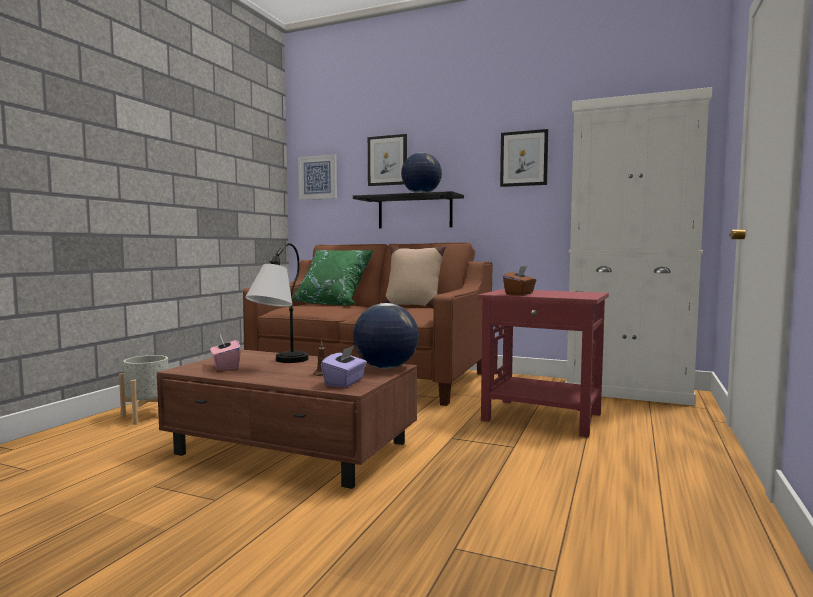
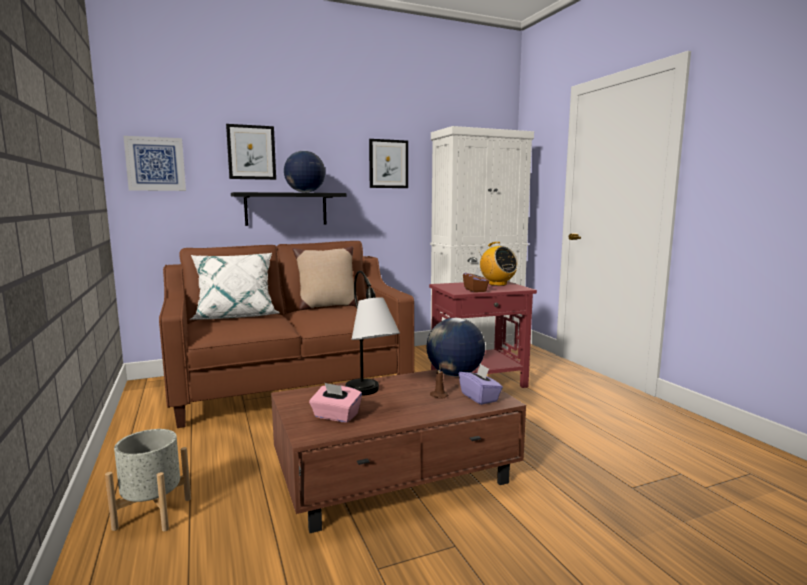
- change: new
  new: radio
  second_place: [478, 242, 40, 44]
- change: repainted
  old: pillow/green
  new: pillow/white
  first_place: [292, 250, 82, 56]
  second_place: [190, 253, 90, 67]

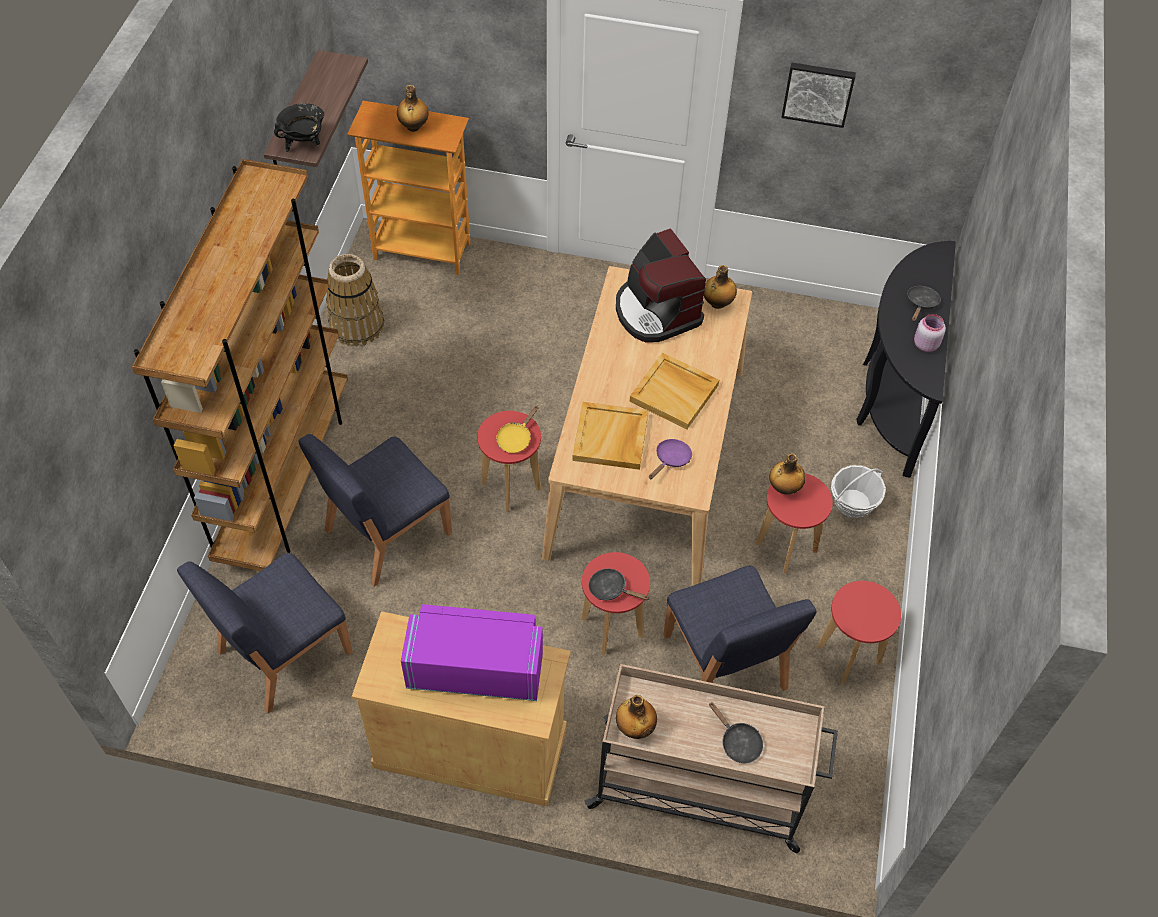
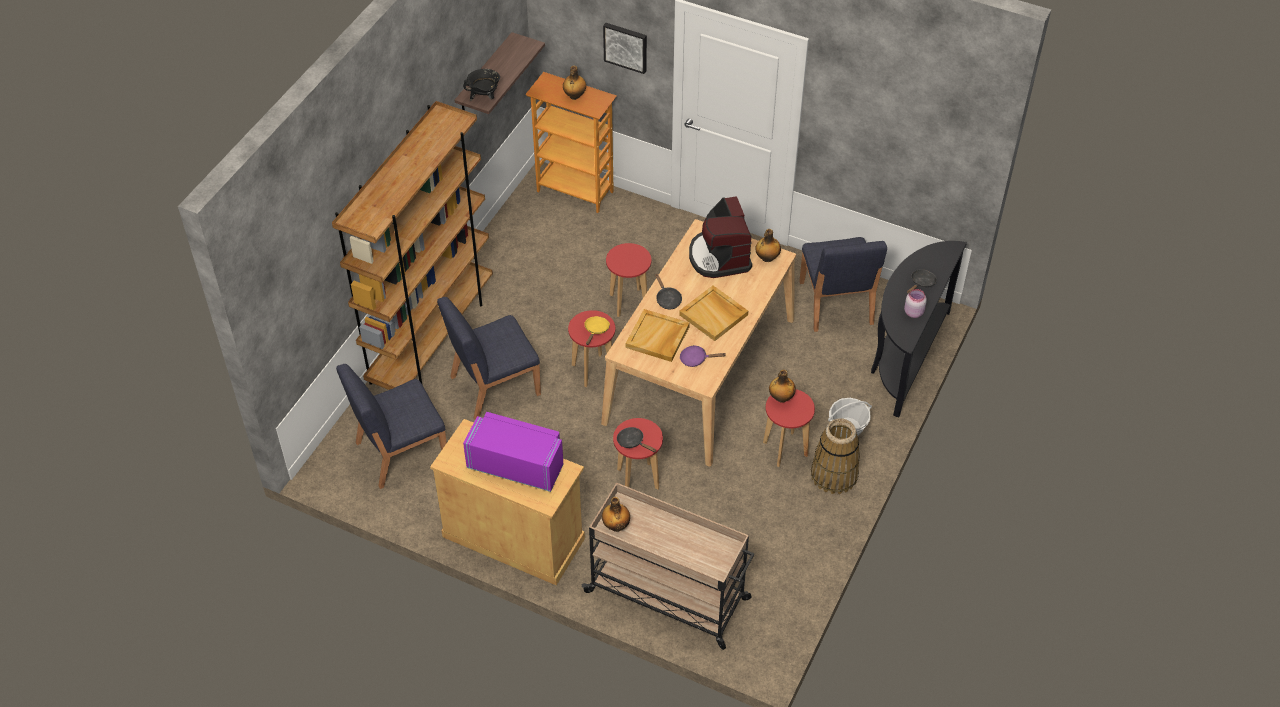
- change: shifted
  old: basket
  first_place: [326, 254, 58, 93]
  second_place: [811, 418, 49, 76]
- change: shifted
  old: chair/blue
  first_place: [663, 566, 153, 125]
  second_place: [799, 237, 88, 95]
- change: shifted
  old: frying pan/black
  first_place: [709, 702, 54, 62]
  second_place: [655, 273, 27, 37]
- change: shifted
  old: picture
  first_place: [781, 63, 75, 65]
  second_place: [603, 23, 44, 51]
- change: shifted
  old: stool/red
  first_place: [817, 581, 84, 103]
  second_place: [606, 243, 45, 74]
- change: rotated
  old: frying pan/yellow
  first_place: [496, 405, 43, 48]
  second_place: [584, 316, 26, 29]
  degrees: 150
- change: rotated
  old: frying pan/purple
  first_place: [649, 439, 43, 40]
  second_place: [680, 345, 46, 22]
  degrees: -135

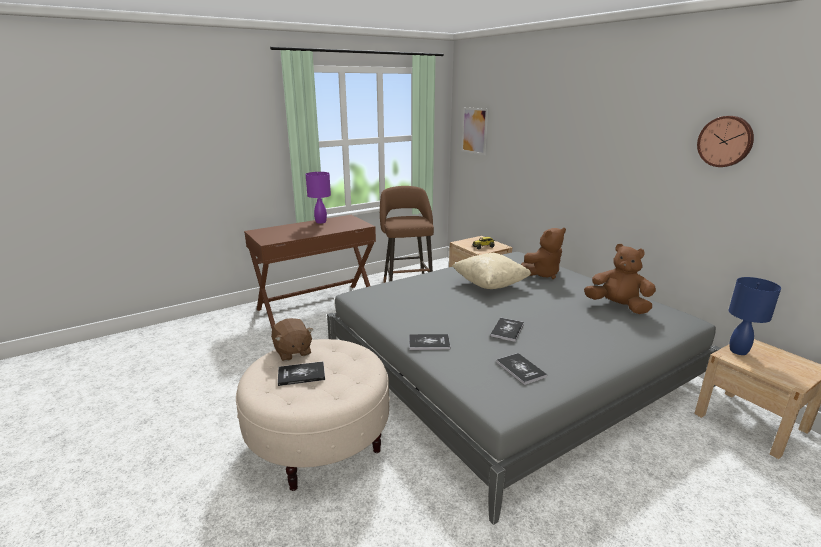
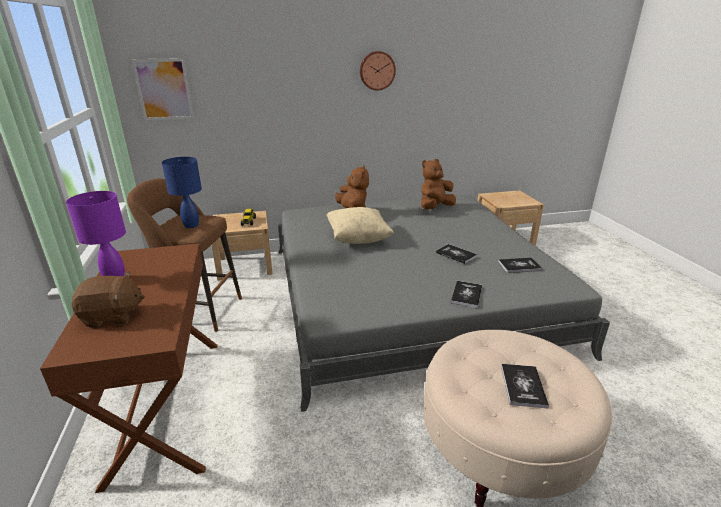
- change: shifted
  old: plush toy/brown
  first_place: [271, 318, 42, 43]
  second_place: [72, 272, 73, 56]
- change: shifted
  old: wall clock
  first_place: [697, 116, 57, 51]
  second_place: [360, 51, 36, 40]
- change: shifted
  old: table lamp/blue
  first_place: [728, 277, 53, 78]
  second_place: [162, 157, 40, 71]

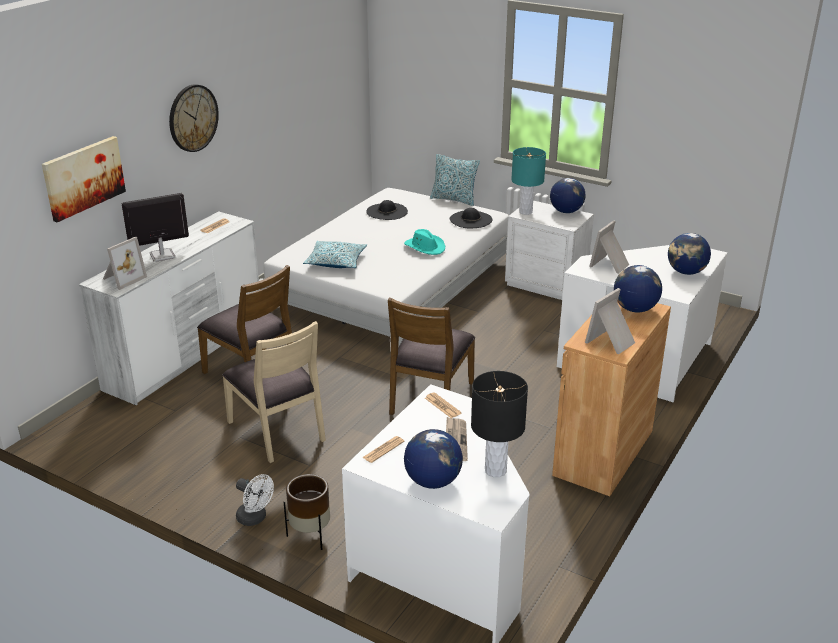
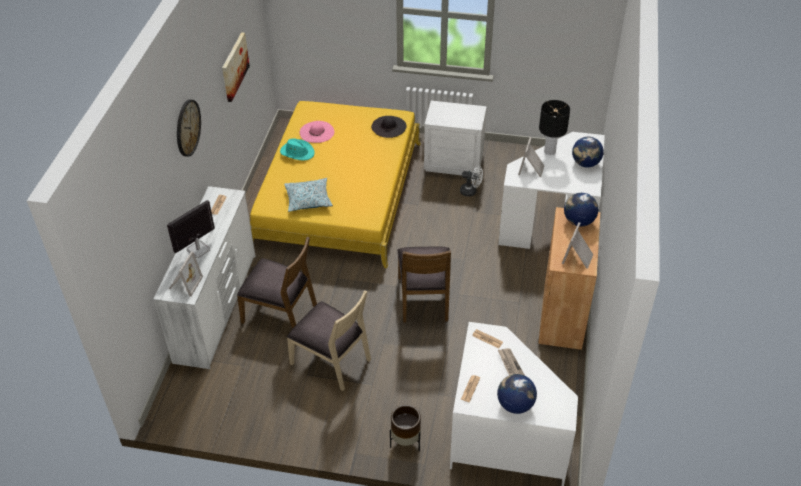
- change: gone
  old: pillow
  first_place: [430, 154, 50, 52]
- change: gone
  old: table lamp/turquoise
  first_place: [511, 147, 35, 68]
- change: gone
  old: globe
  first_place: [550, 178, 35, 35]
- change: shifted
  old: picture
  first_place: [42, 136, 84, 86]
  second_place: [222, 32, 28, 70]
- change: shifted
  old: fan/white
  first_place: [236, 474, 38, 52]
  second_place: [460, 166, 23, 31]
- change: shifted
  old: hat/turquoise
  first_place: [404, 229, 41, 26]
  second_place: [280, 138, 35, 22]
- change: shifted
  old: table lamp/black
  first_place: [471, 371, 57, 106]
  second_place: [539, 100, 31, 55]
- change: repainted
  old: bed/white
  new: bed/yellow
  first_place: [259, 188, 250, 159]
  second_place: [250, 101, 171, 167]
- change: repainted
  old: hat/black
  new: hat/pink
  first_place: [366, 200, 42, 20]
  second_place: [300, 121, 34, 22]

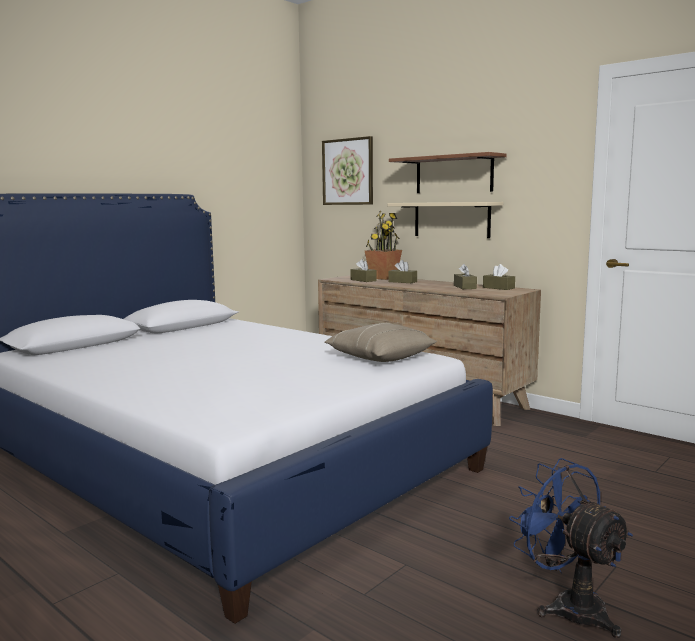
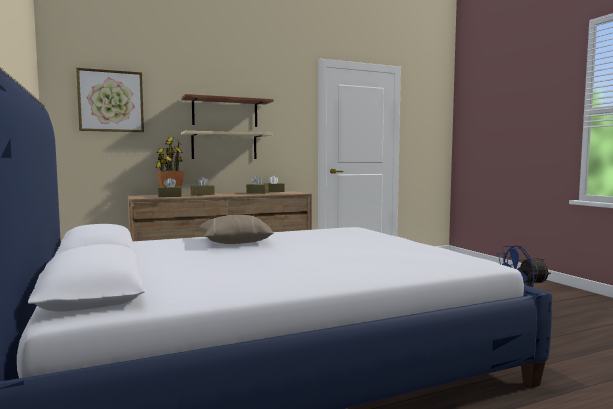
- change: shifted
  old: pillow/beige
  first_place: [324, 323, 113, 39]
  second_place: [199, 215, 74, 29]

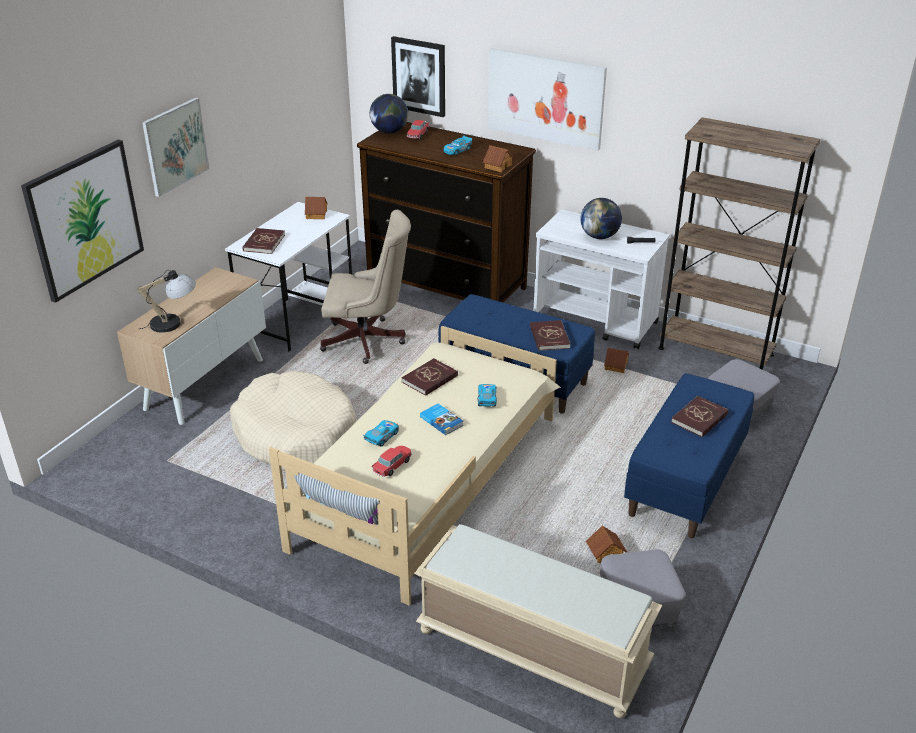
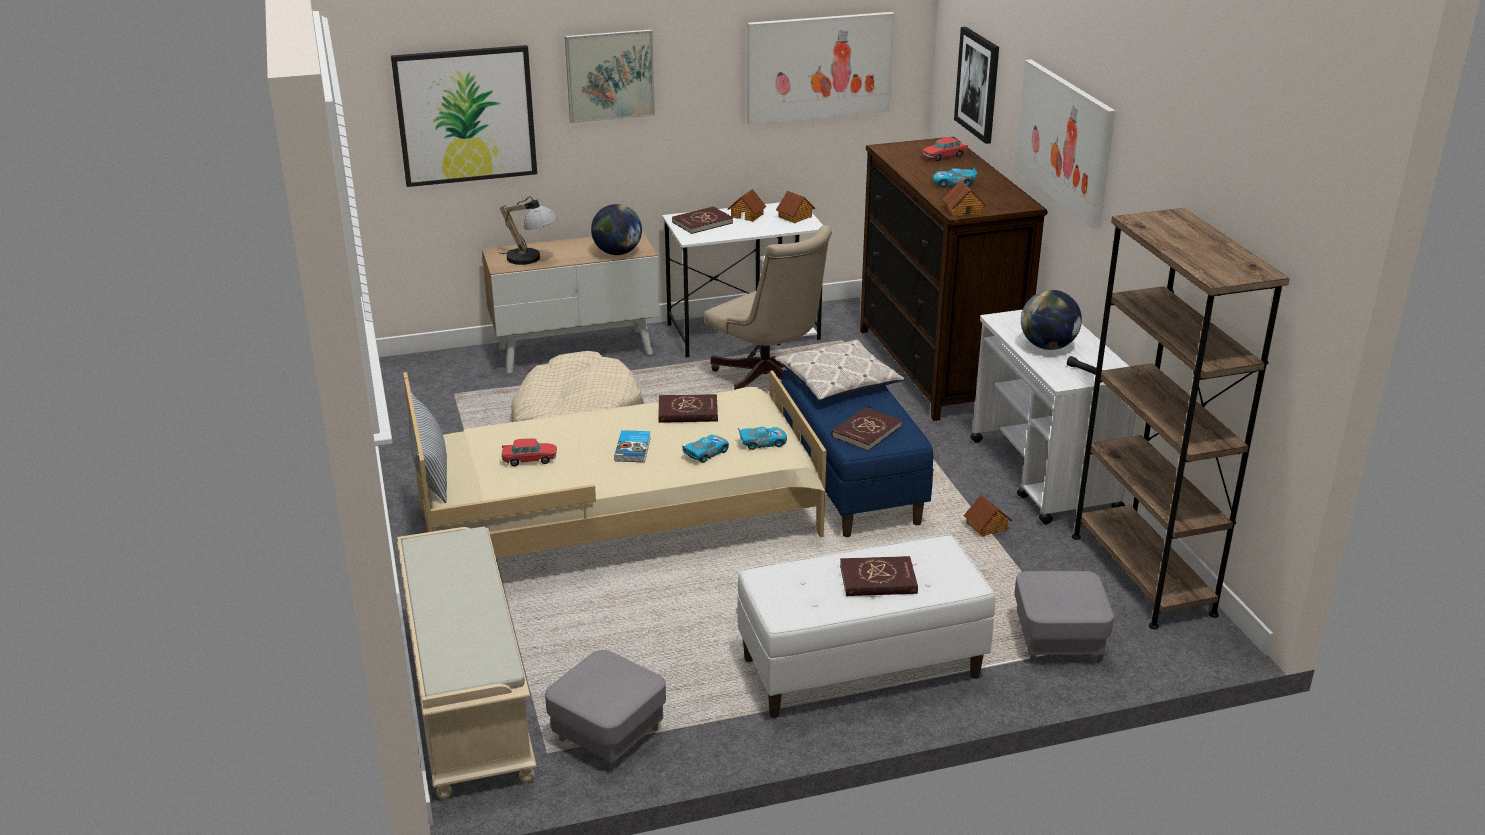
- change: new
  new: picture
  second_place: [747, 12, 148, 113]
- change: new
  new: pillow
  second_place: [775, 339, 130, 62]
- change: shifted
  old: toy car
  first_place: [363, 420, 36, 26]
  second_place: [738, 427, 49, 23]
- change: shifted
  old: globe
  first_place: [370, 94, 38, 39]
  second_place: [591, 204, 51, 51]
- change: shifted
  old: toy house
  first_place: [586, 525, 41, 38]
  second_place: [728, 189, 39, 33]
- change: repainted
  old: bench/blue
  new: bench/white
  first_place: [624, 373, 130, 165]
  second_place: [737, 534, 258, 184]

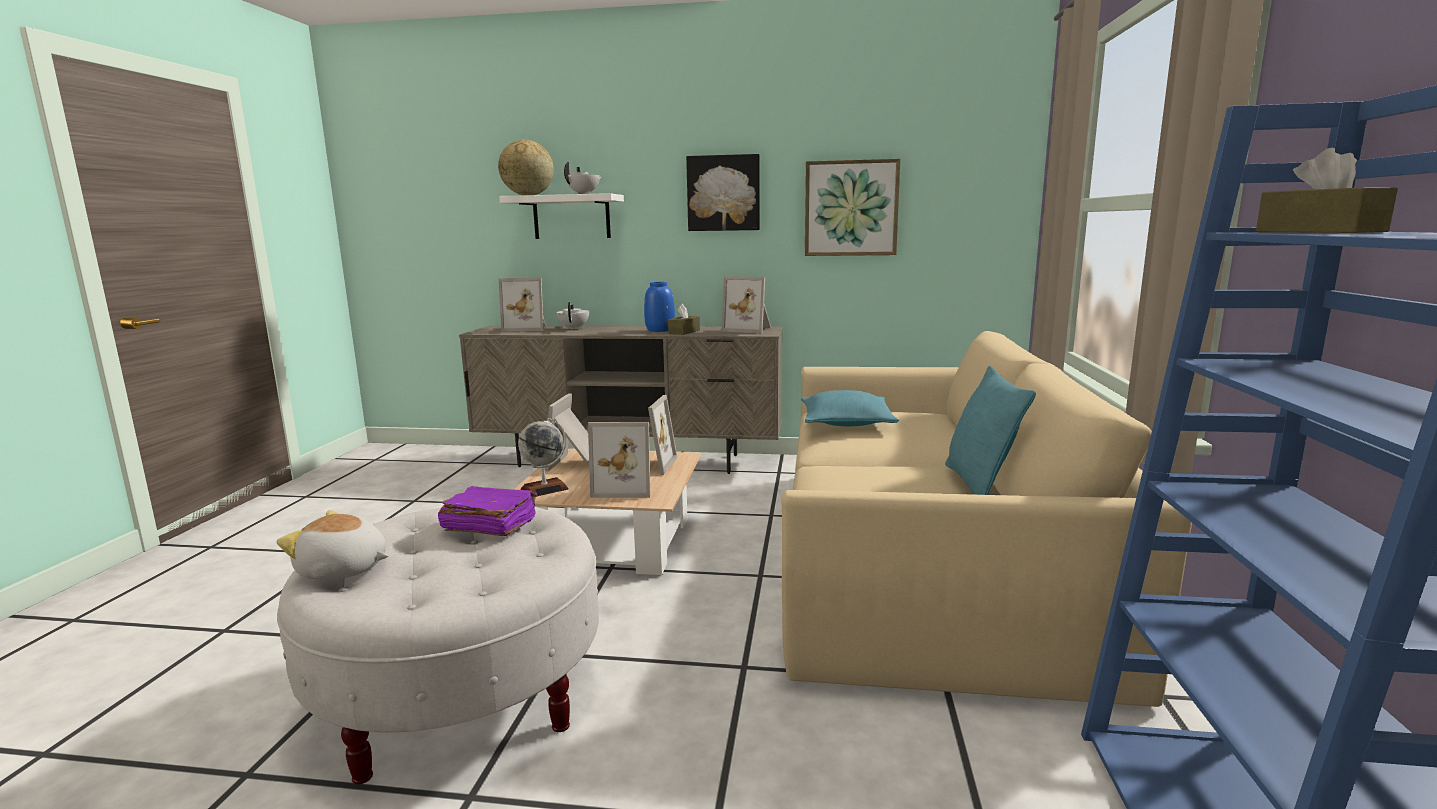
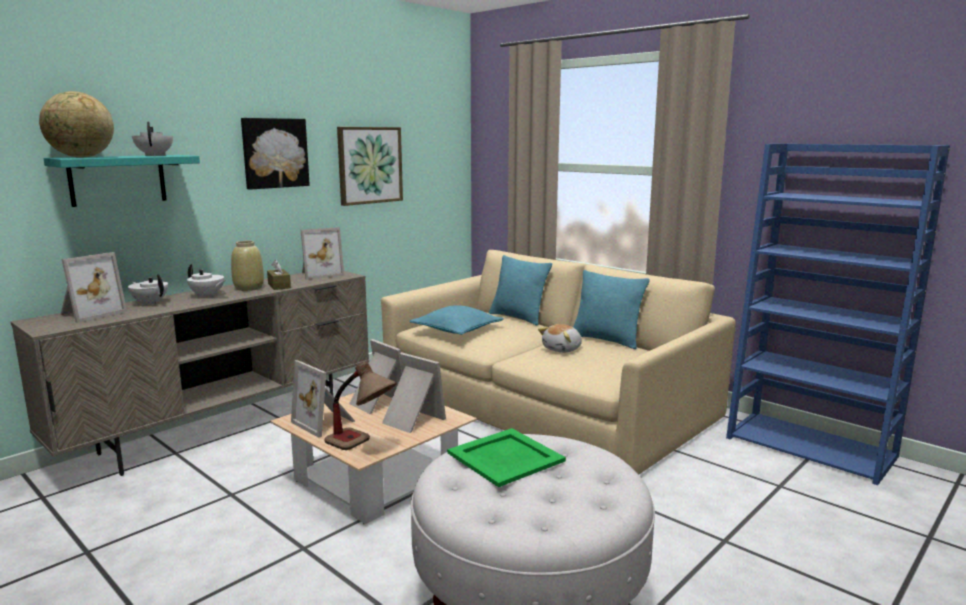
- change: gone
  old: tissue box/brown
  first_place: [1256, 148, 142, 85]
- change: new
  new: teapot/white
  second_place: [187, 264, 38, 34]
- change: new
  new: pillow/turquoise
  second_place: [489, 255, 63, 71]
- change: shifted
  old: plush toy
  first_place: [277, 510, 112, 70]
  second_place: [538, 324, 44, 29]
- change: swapped
  old: book/purple
  new: tray/green
  first_place: [438, 486, 99, 50]
  second_place: [447, 428, 119, 59]
- change: swapped
  old: globe
  new: table lamp
  first_place: [518, 418, 51, 78]
  second_place: [324, 361, 73, 89]
- change: repainted
  old: shelf/white
  new: shelf/turquoise
  first_place: [499, 193, 125, 46]
  second_place: [43, 155, 157, 52]
- change: repainted
  old: vase/blue
  new: vase/beige
  first_place: [644, 282, 31, 50]
  second_place: [231, 241, 33, 50]
- change: rotated
  old: picture frame
  first_place: [588, 422, 62, 76]
  second_place: [382, 353, 64, 80]
  degrees: -90

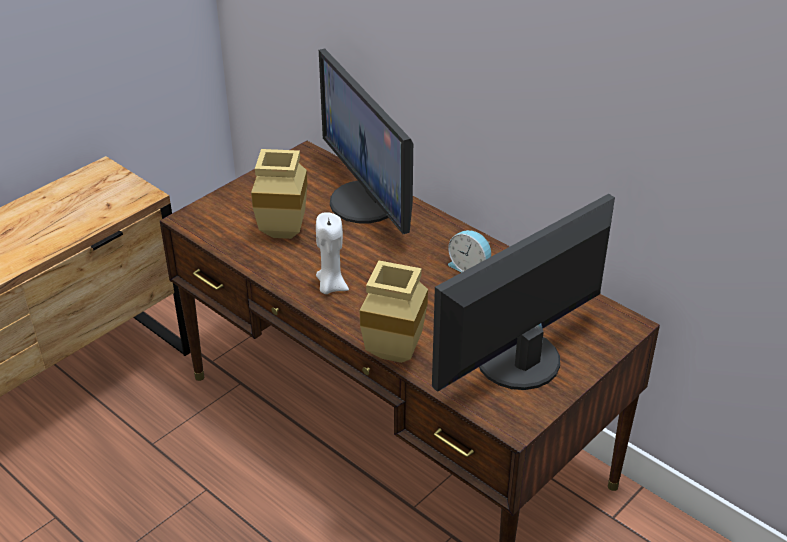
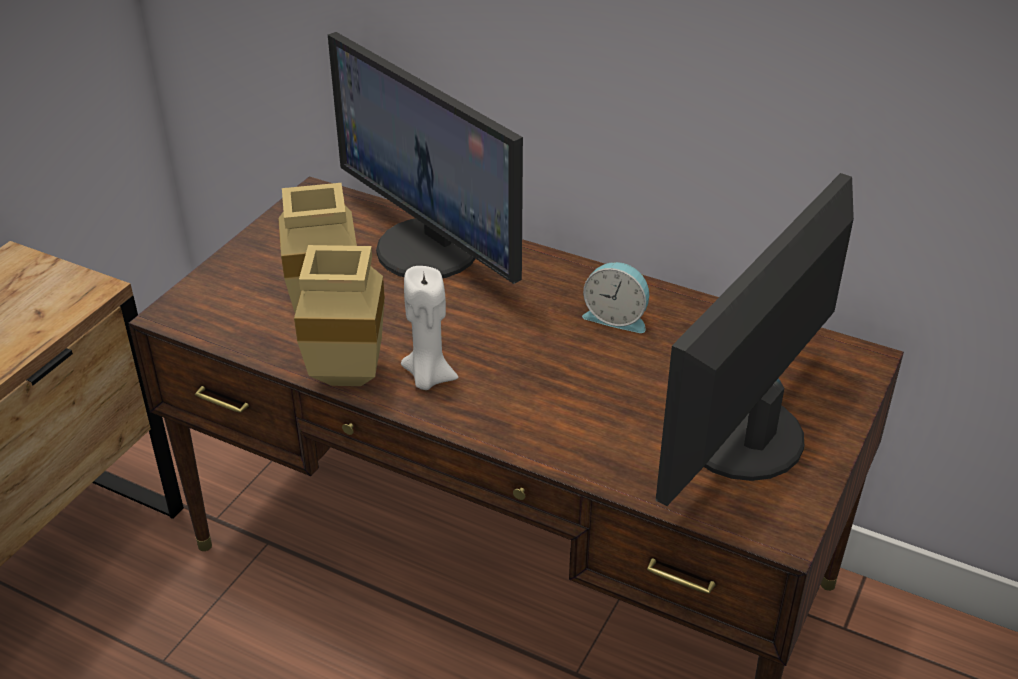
- change: shifted
  old: vase/beige
  first_place: [360, 261, 68, 102]
  second_place: [294, 245, 91, 141]

